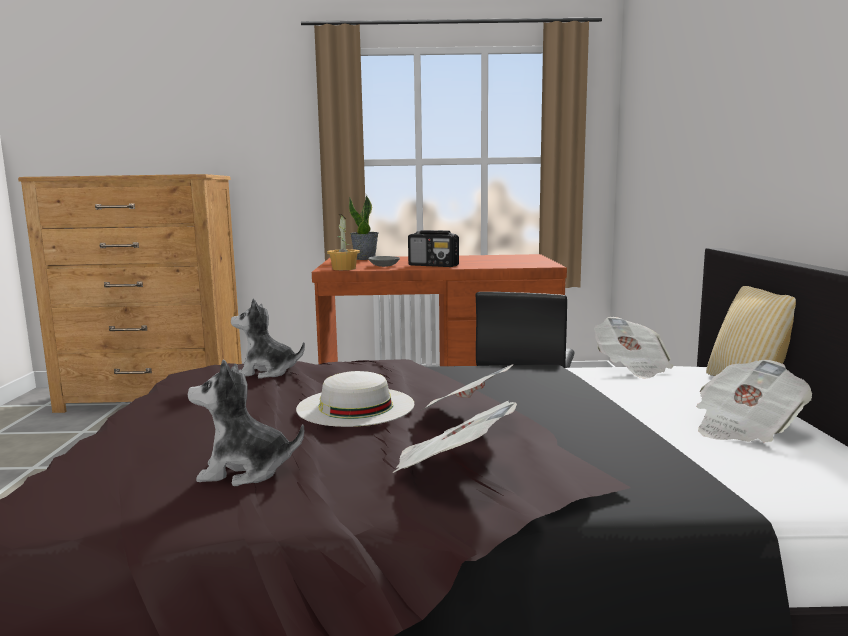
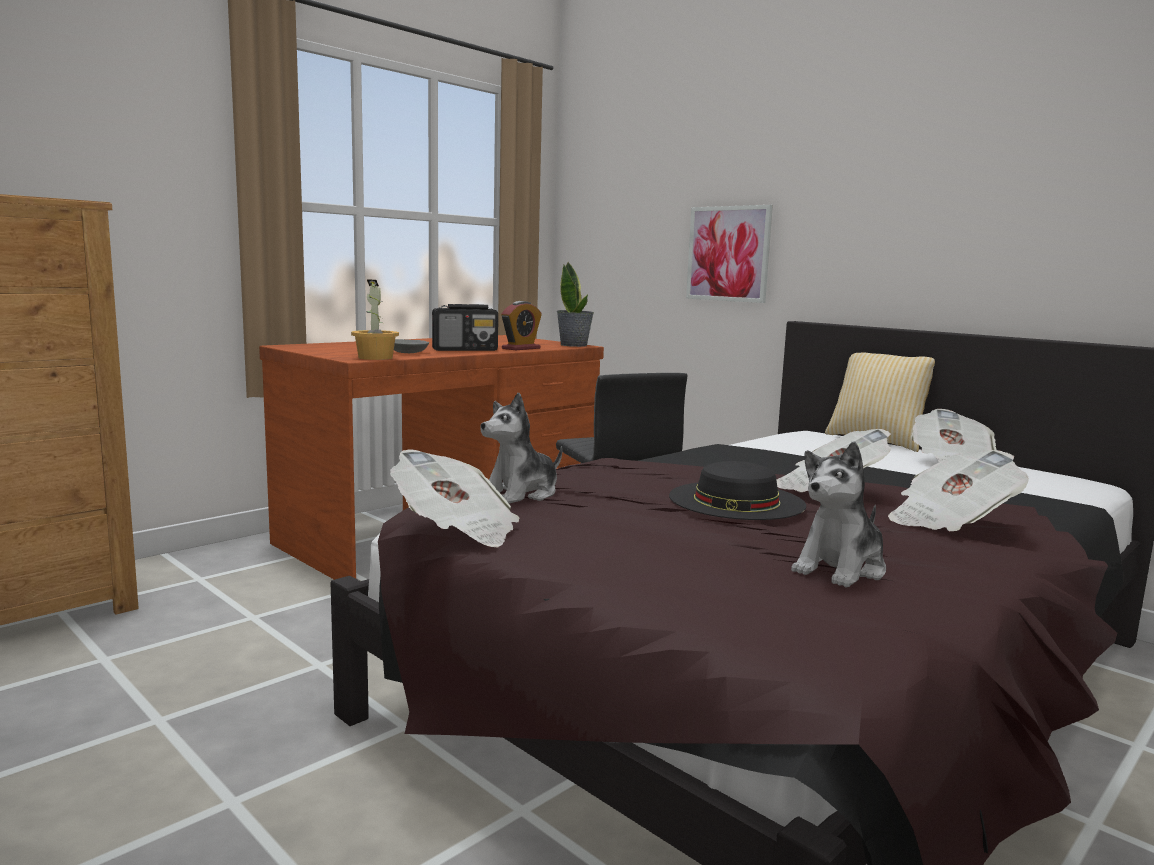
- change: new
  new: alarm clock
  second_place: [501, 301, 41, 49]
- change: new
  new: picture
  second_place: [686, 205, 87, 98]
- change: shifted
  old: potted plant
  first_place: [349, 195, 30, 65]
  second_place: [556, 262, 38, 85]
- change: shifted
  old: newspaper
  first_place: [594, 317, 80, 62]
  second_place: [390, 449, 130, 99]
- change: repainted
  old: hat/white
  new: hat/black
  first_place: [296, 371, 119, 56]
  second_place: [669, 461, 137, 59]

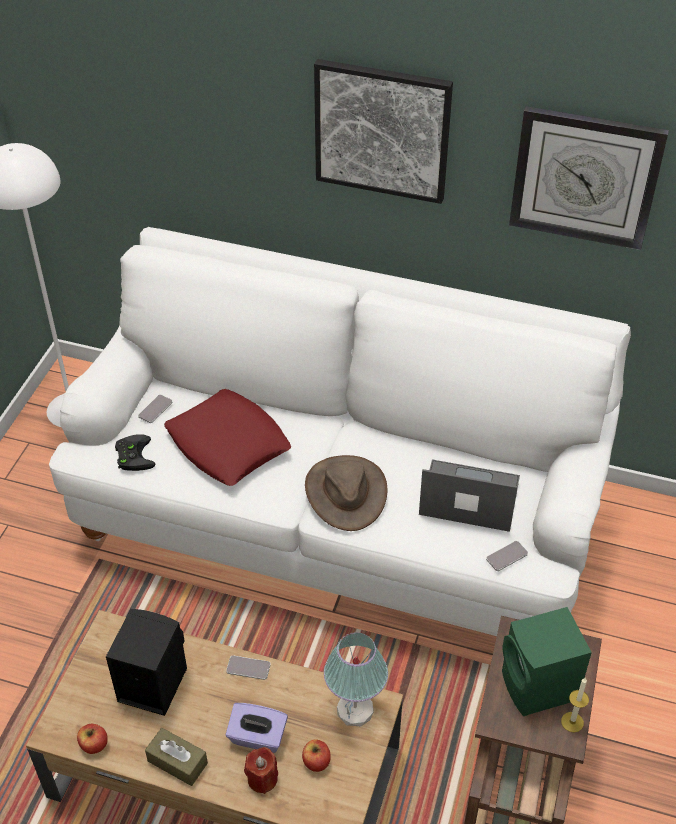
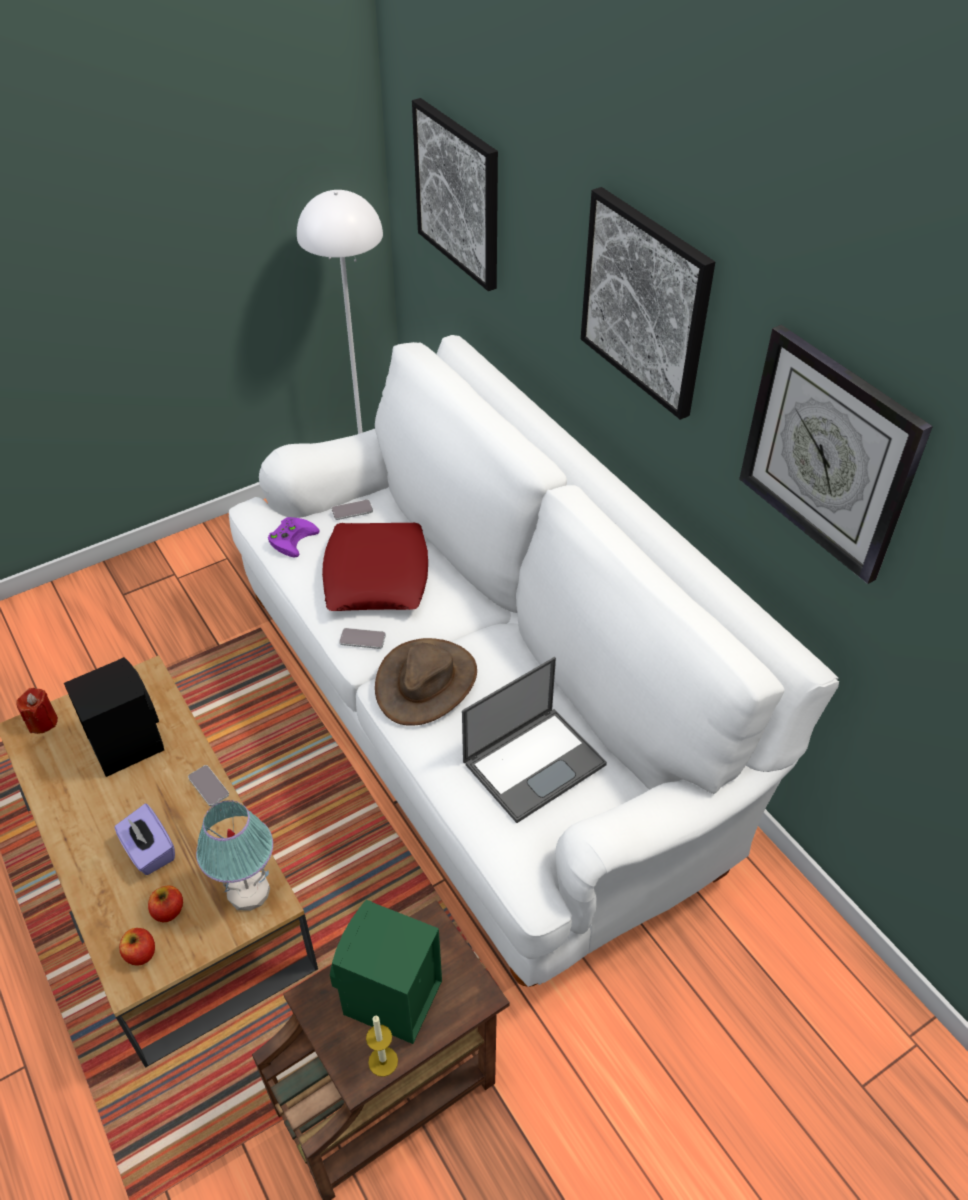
- change: gone
  old: tissue box/brown
  first_place: [145, 728, 63, 58]
- change: new
  new: picture
  second_place: [412, 98, 86, 193]
- change: shifted
  old: apple
  first_place: [77, 724, 31, 30]
  second_place: [119, 928, 36, 38]
- change: shifted
  old: candle/red
  first_place: [244, 747, 34, 47]
  second_place: [16, 688, 42, 46]
- change: shifted
  old: phone
  first_place: [486, 541, 42, 30]
  second_place: [339, 628, 47, 21]
- change: repainted
  old: game controller/black
  new: game controller/purple
  first_place: [115, 434, 40, 37]
  second_place: [268, 517, 52, 40]
- change: rotated
  old: laptop
  first_place: [419, 459, 101, 73]
  second_place: [462, 657, 145, 166]
  degrees: 90

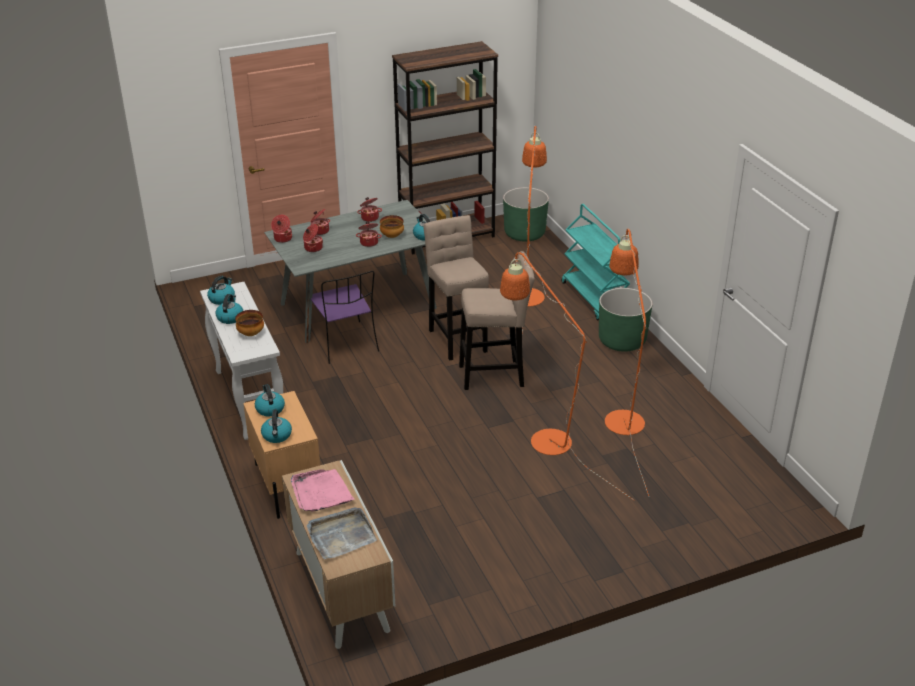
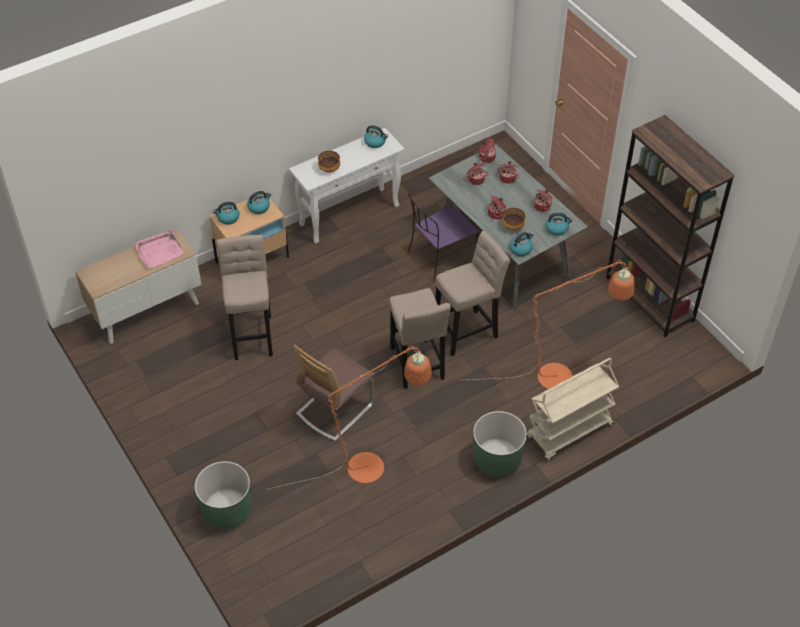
- change: gone
  old: tray/grey
  first_place: [307, 507, 70, 52]
- change: new
  new: stool/beige
  second_place: [216, 235, 57, 125]
- change: shifted
  old: kettle
  first_place: [215, 294, 28, 30]
  second_place: [545, 213, 28, 23]
- change: shifted
  old: planter/green
  first_place: [503, 187, 46, 55]
  second_place: [195, 461, 57, 68]
- change: swapped
  old: floor lamp/orange
  new: chair
  first_place: [500, 252, 135, 249]
  second_place: [293, 344, 82, 97]
- change: repainted
  old: cart/turquoise
  new: cart/beige
  first_place: [562, 204, 68, 116]
  second_place: [527, 358, 92, 103]

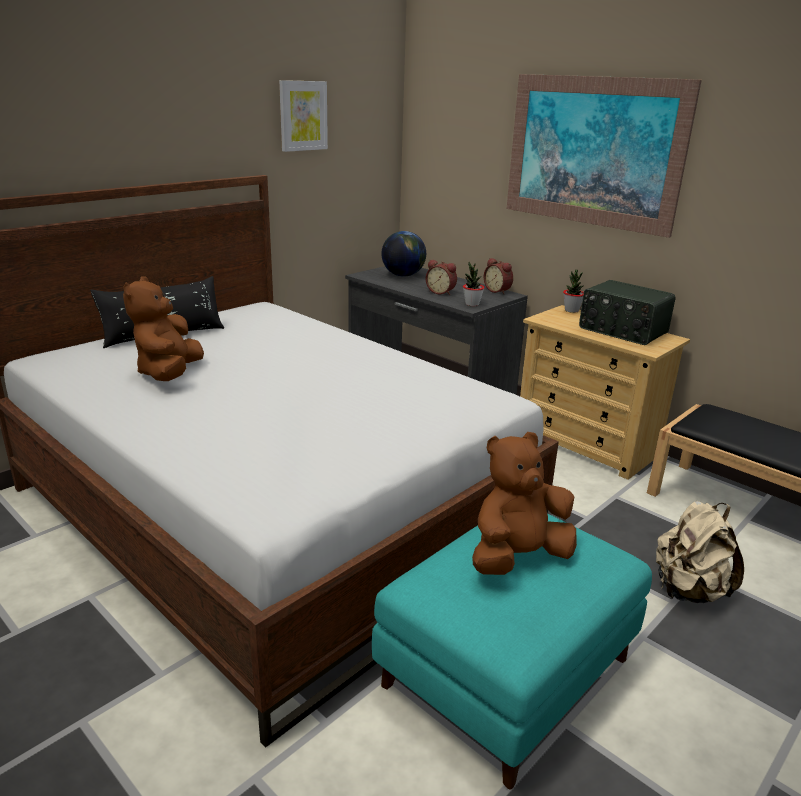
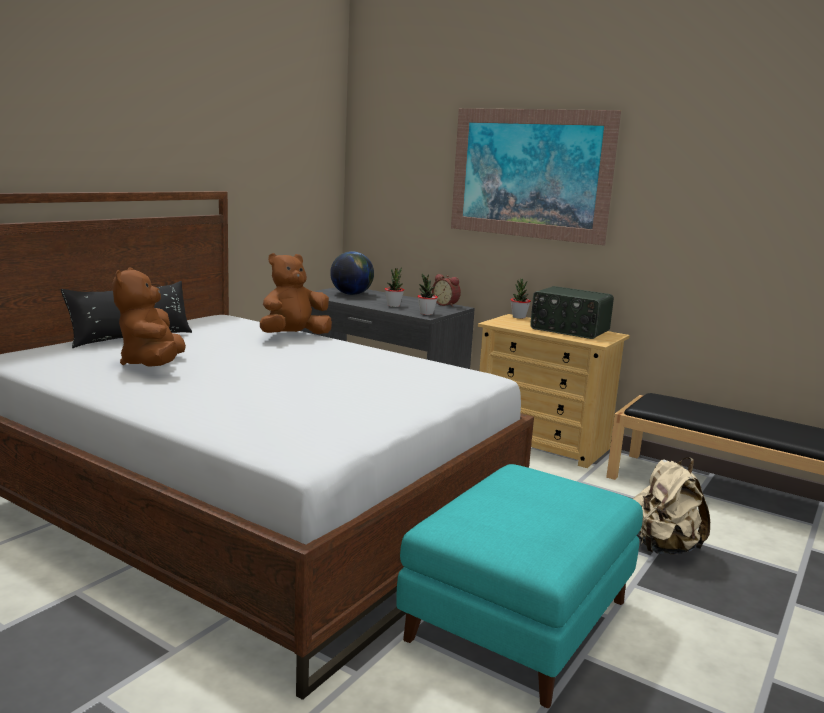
- change: gone
  old: picture
  first_place: [279, 80, 49, 72]
- change: shifted
  old: plush toy/brown
  first_place: [472, 432, 105, 143]
  second_place: [260, 253, 72, 81]
- change: swapped
  old: alarm clock
  new: potted plant
  first_place: [426, 260, 31, 35]
  second_place: [385, 267, 19, 40]

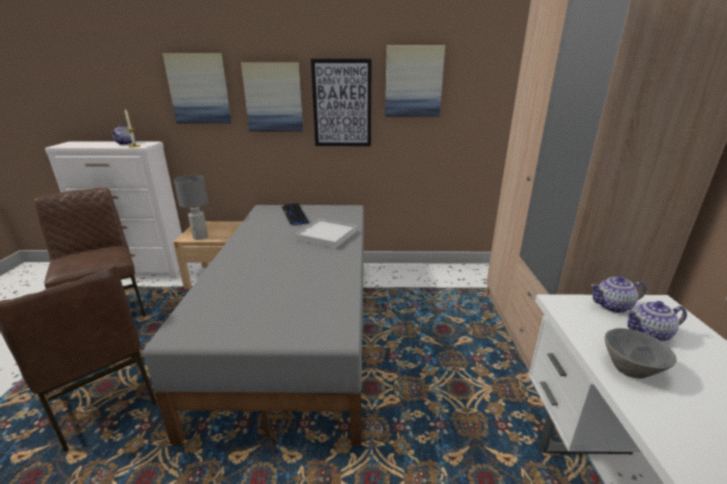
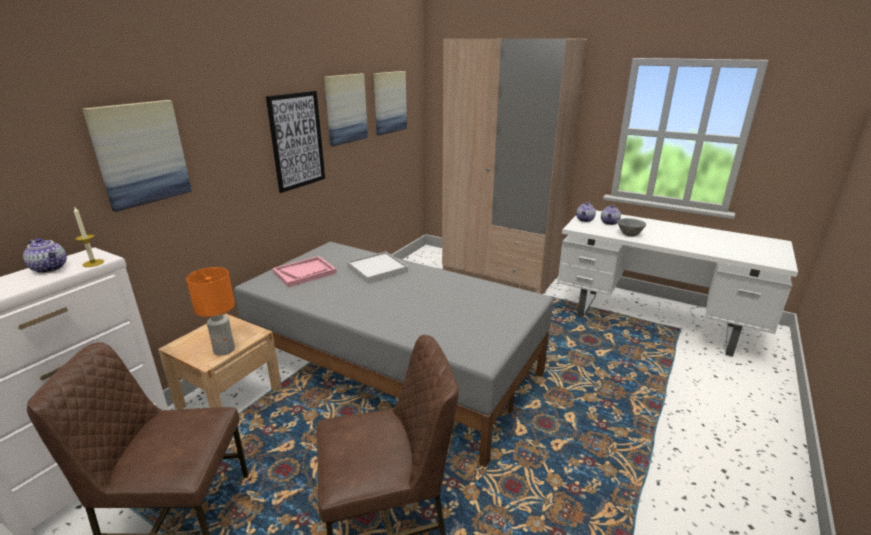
- change: shifted
  old: picture
  first_place: [241, 63, 62, 69]
  second_place: [374, 71, 33, 64]
- change: swapped
  old: keyboard
  new: tray/pink
  first_place: [282, 203, 27, 22]
  second_place: [272, 256, 65, 31]
- change: repainted
  old: table lamp/grey
  new: table lamp/orange
  first_place: [174, 175, 34, 65]
  second_place: [186, 267, 49, 89]

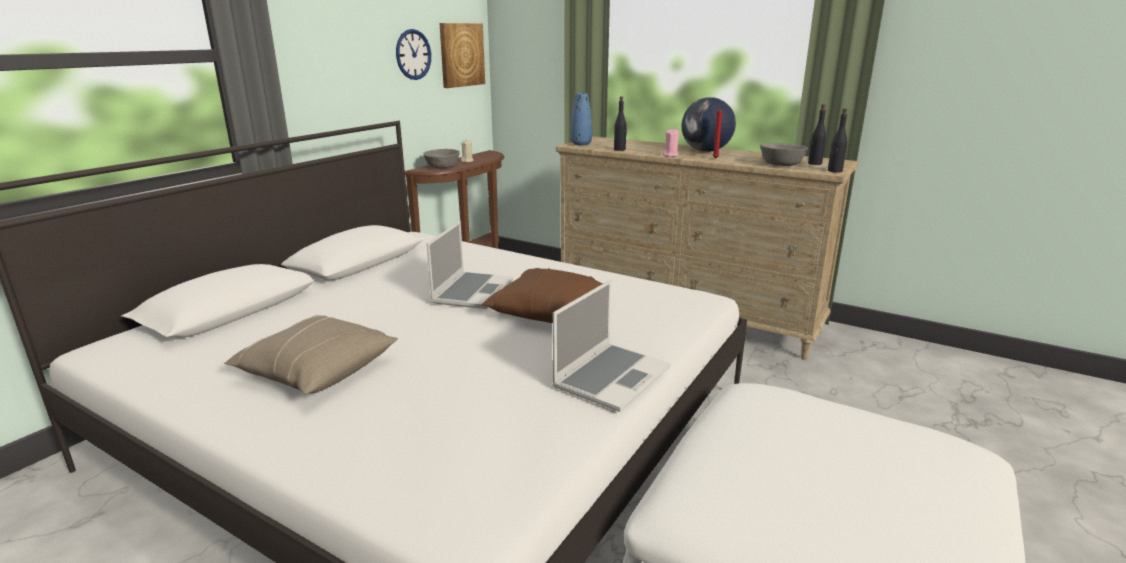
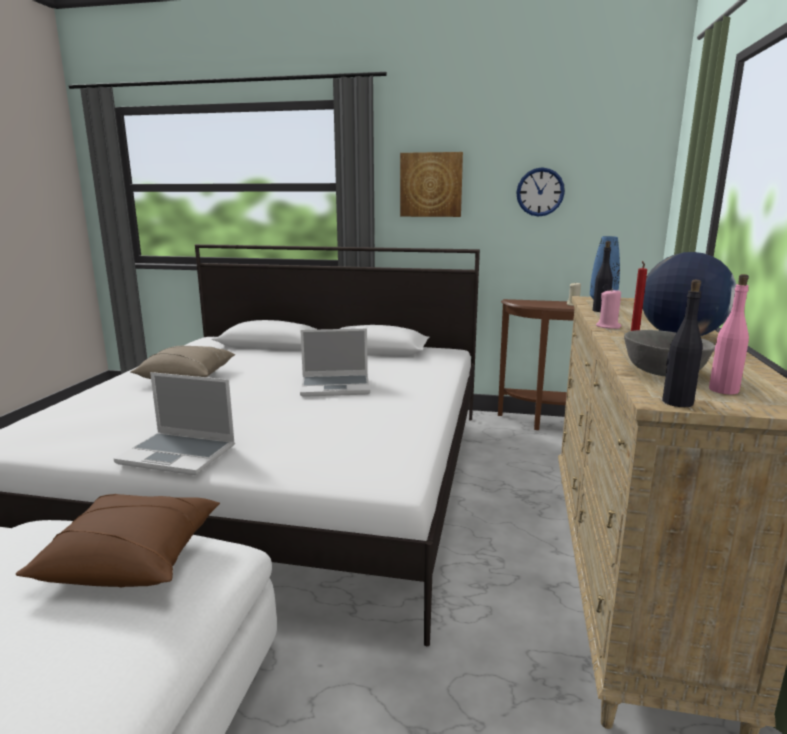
- change: gone
  old: bowl/grey
  first_place: [423, 149, 37, 19]
- change: shifted
  old: picture
  first_place: [440, 23, 45, 65]
  second_place: [400, 152, 63, 65]
- change: shifted
  old: pillow/brown
  first_place: [481, 268, 122, 55]
  second_place: [16, 494, 204, 94]
- change: repainted
  old: bottle/black
  new: bottle/pink
  first_place: [808, 104, 18, 61]
  second_place: [709, 274, 40, 121]

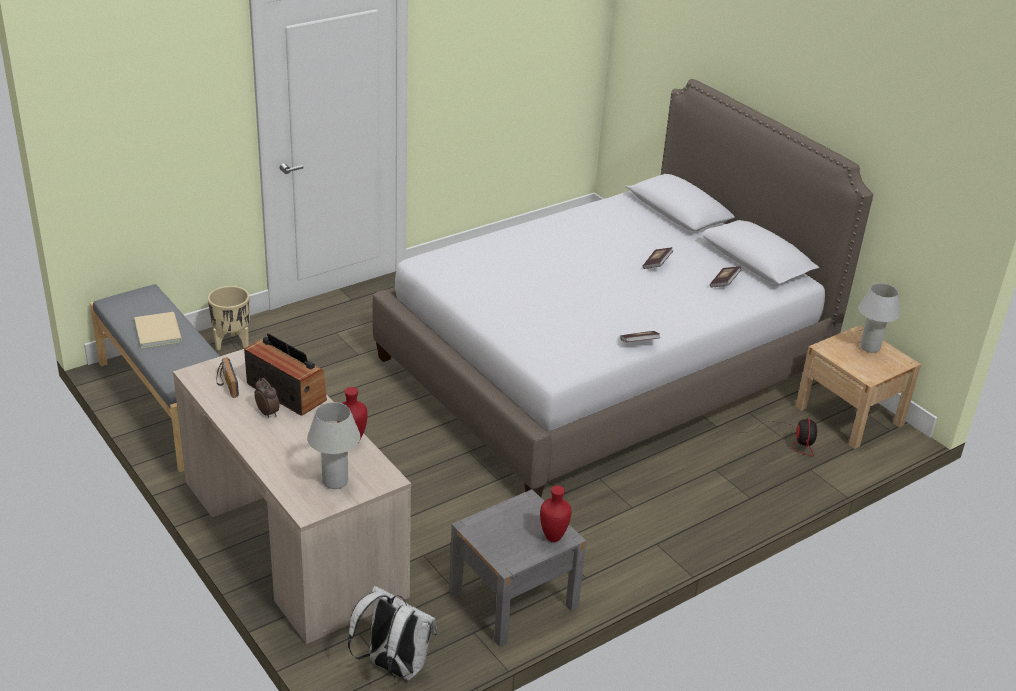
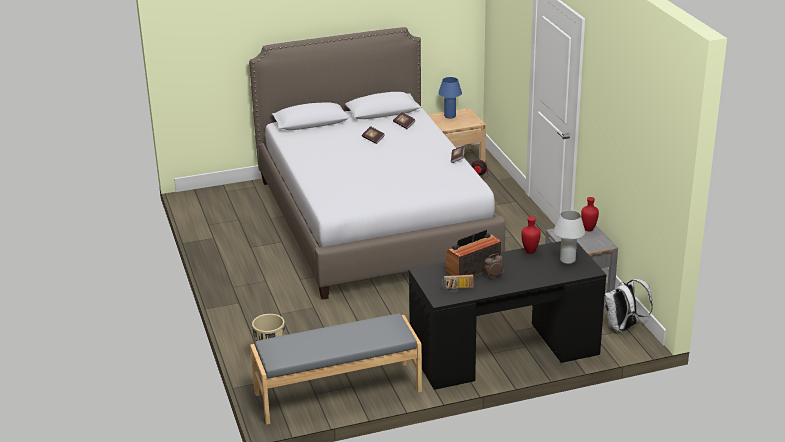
- change: gone
  old: book/beige
  first_place: [134, 312, 48, 36]
- change: repainted
  old: desk/beige
  new: desk/black
  first_place: [173, 349, 238, 295]
  second_place: [409, 241, 197, 149]
- change: repainted
  old: table lamp/white
  new: table lamp/blue
  first_place: [859, 283, 41, 70]
  second_place: [438, 77, 24, 42]

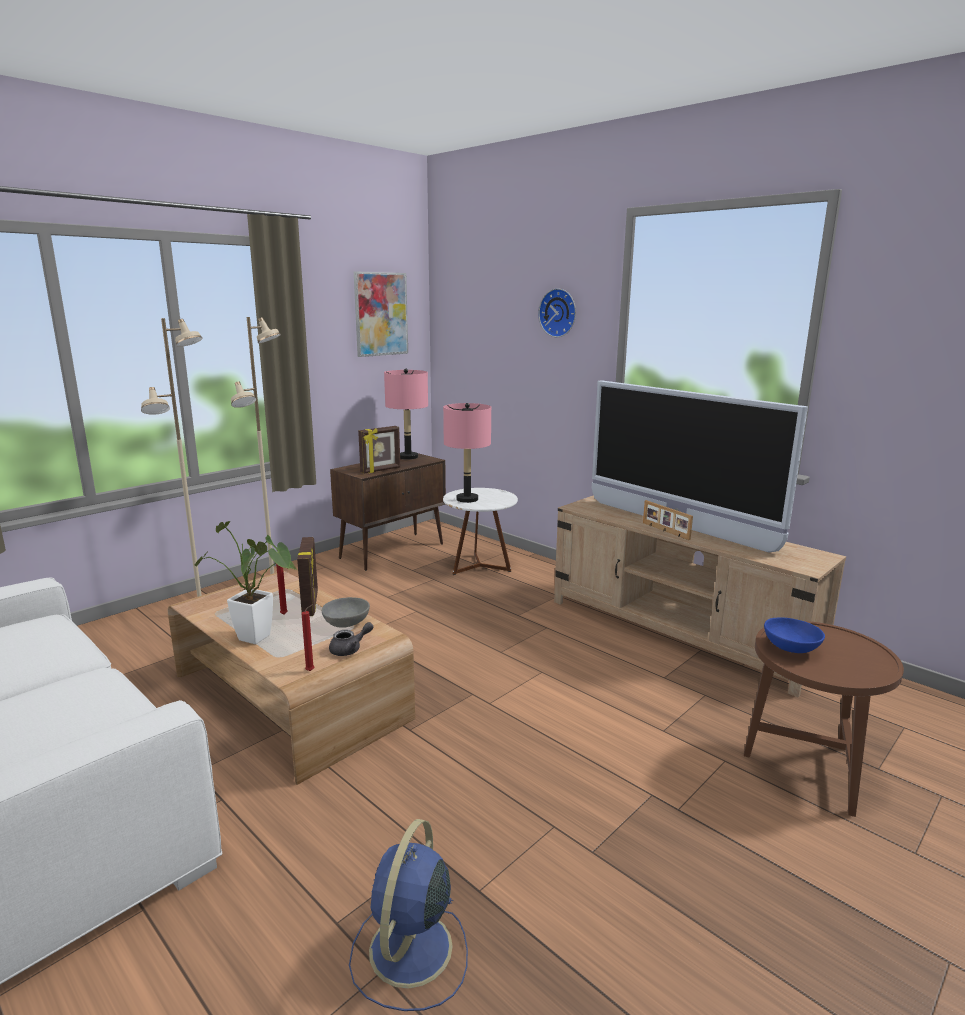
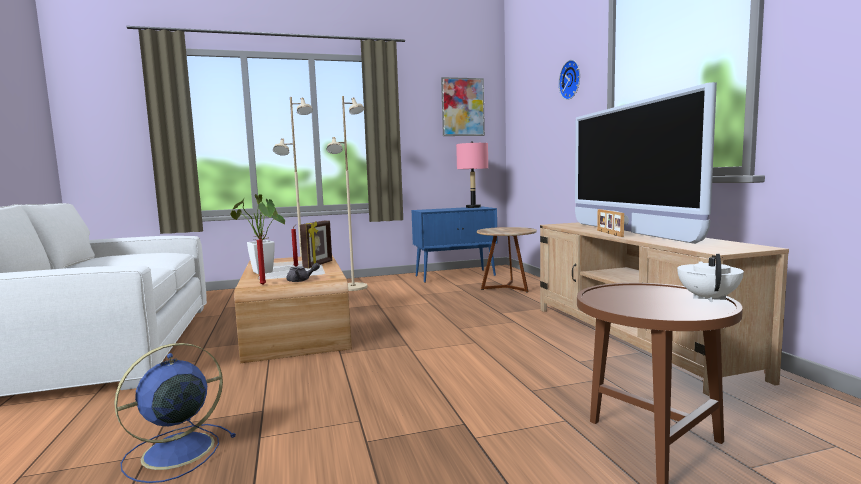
- change: gone
  old: bowl/grey
  first_place: [322, 597, 48, 31]
- change: gone
  old: picture frame
  first_place: [358, 426, 42, 47]
- change: gone
  old: table lamp/pink
  first_place: [443, 403, 48, 100]
- change: gone
  old: bowl/blue
  first_place: [764, 617, 61, 36]
- change: new
  new: teapot/white
  second_place: [677, 254, 67, 48]
- change: repainted
  old: cabinet/brown
  new: cabinet/blue
  first_place: [330, 453, 116, 118]
  second_place: [411, 207, 86, 76]
- change: repainted
  old: side table/white
  new: side table/brown
  first_place: [443, 488, 75, 87]
  second_place: [477, 227, 60, 66]

